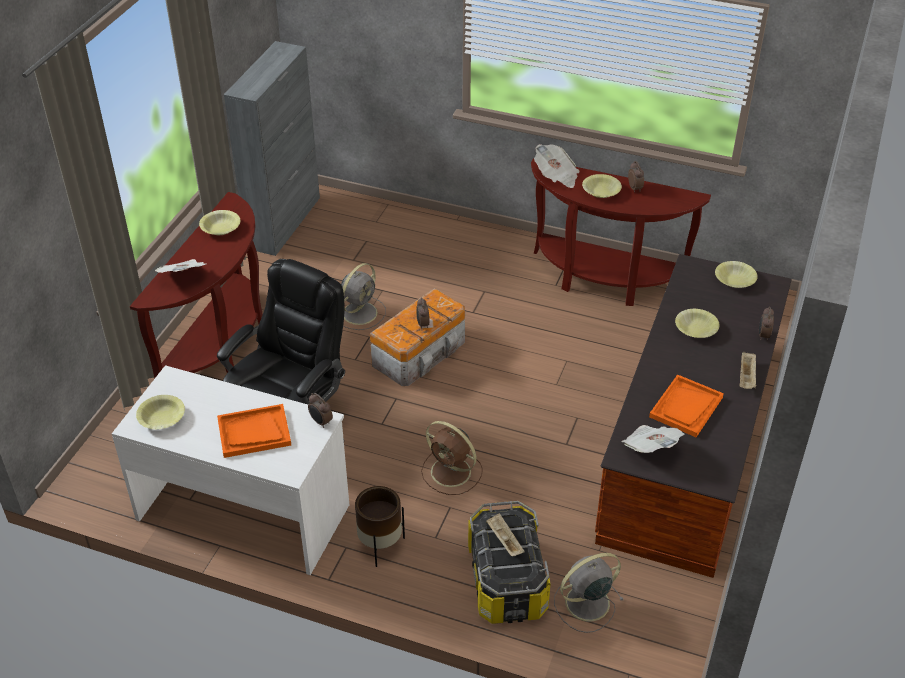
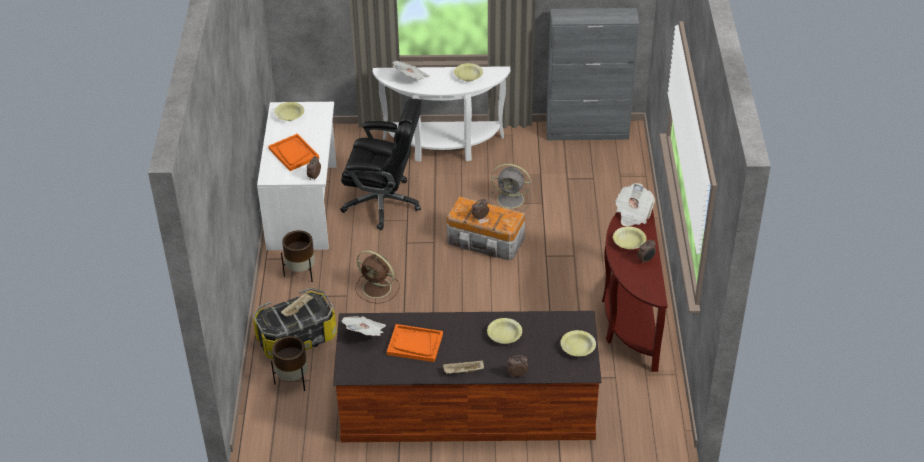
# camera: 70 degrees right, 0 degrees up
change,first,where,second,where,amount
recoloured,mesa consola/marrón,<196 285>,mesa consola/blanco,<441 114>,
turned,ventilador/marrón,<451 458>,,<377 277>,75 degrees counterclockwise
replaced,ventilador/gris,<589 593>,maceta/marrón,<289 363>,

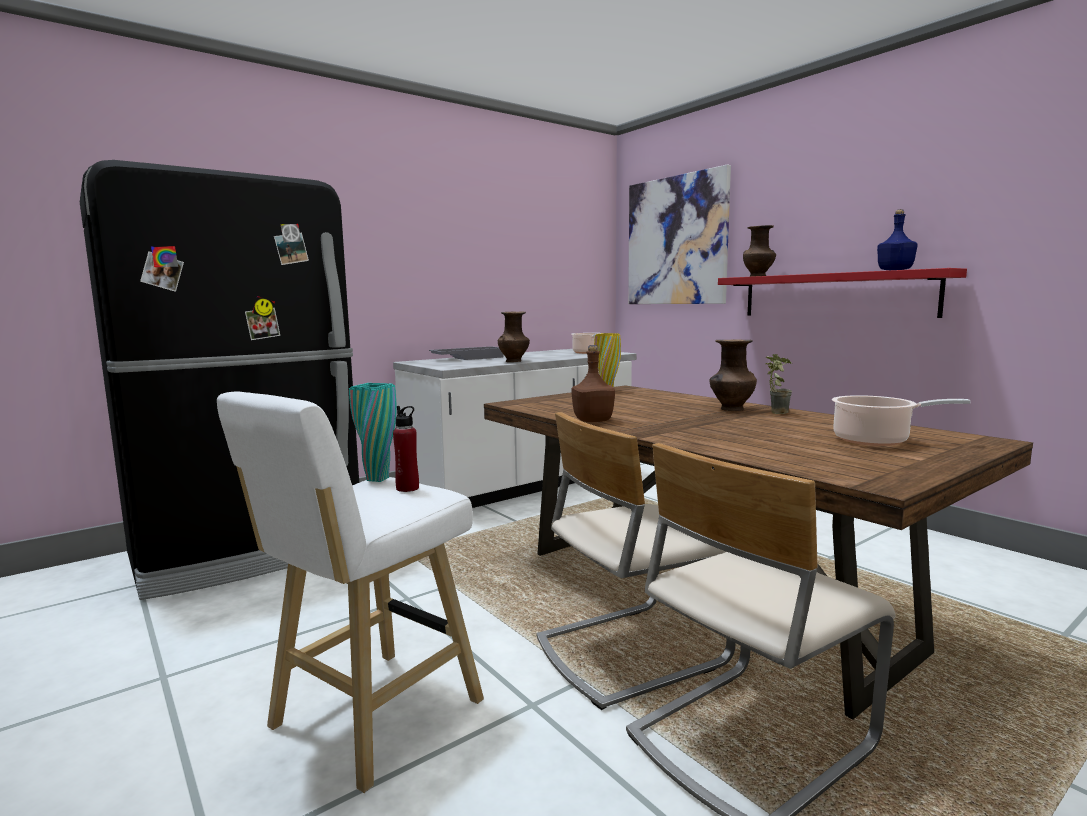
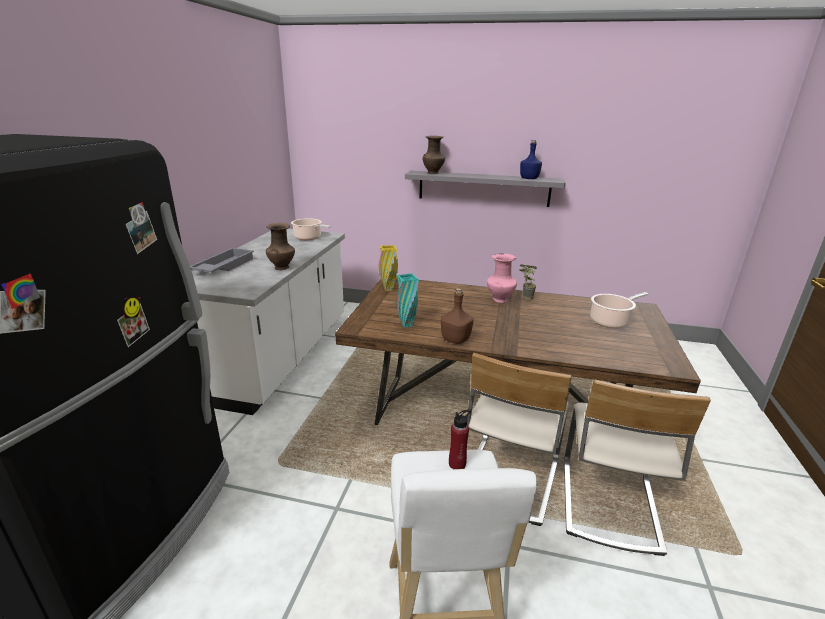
# camera: 40 degrees left, 15 degrees up
change,first,where,second,where,amount
removed,cuadro,<679 234>,,,
recoloured,estante/rojo,<842 293>,estante/gris,<485 189>,
recoloured,florero/marrón,<733 375>,florero/rosa,<502 278>,
moved,florero/turquesa,<372 432>,,<408 300>,

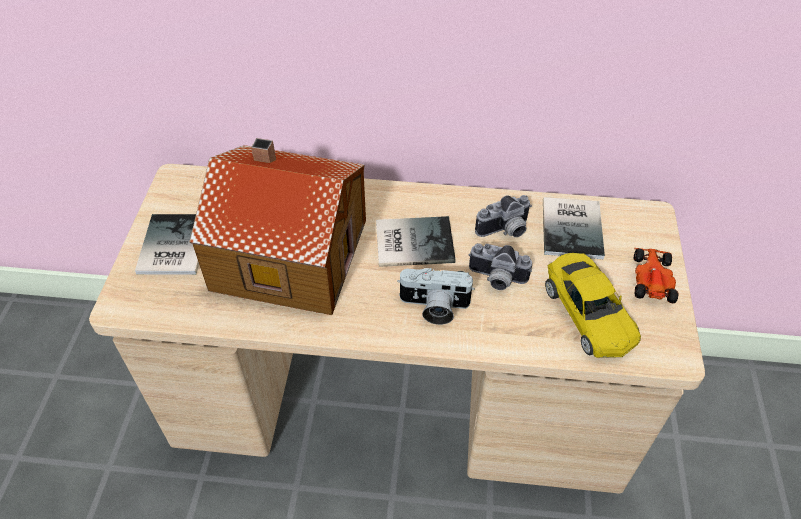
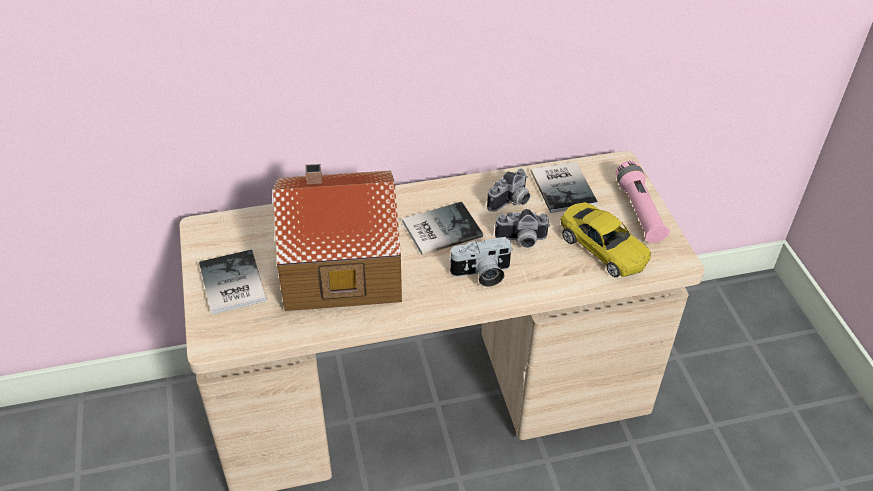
# camera: 20 degrees left, 5 degrees down
change,first,where,second,where,amount
replaced,coche de juguete,<656 275>,linterna/rosa,<643 202>,

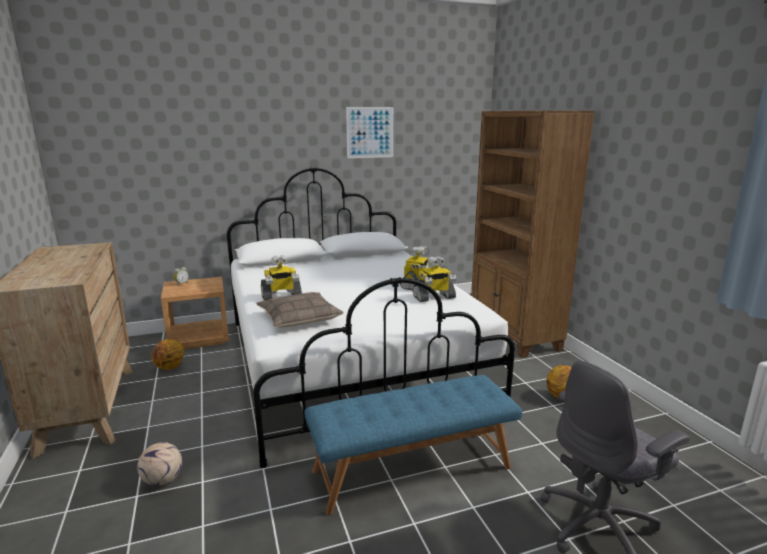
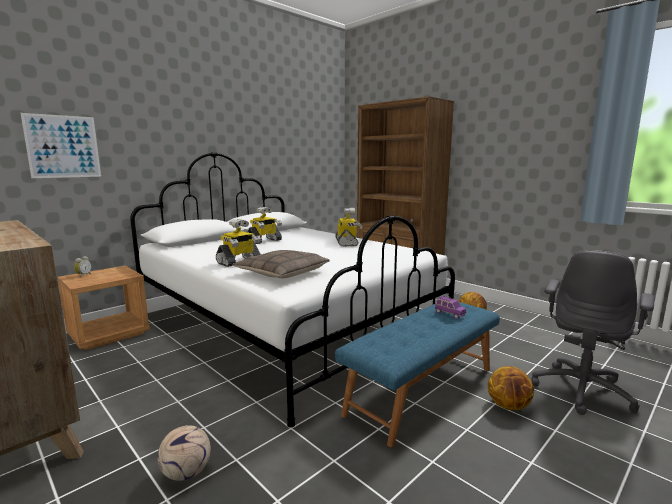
# camera: 25 degrees left, 5 degrees down
change,first,where,second,where,amount
moved,cuadro,<369 132>,,<61 145>,
moved,robot de juguete,<435 279>,,<265 225>,
moved,balón de baloncesto,<167 354>,,<511 388>,
added,,,coche de juguete/morado,<450 307>,

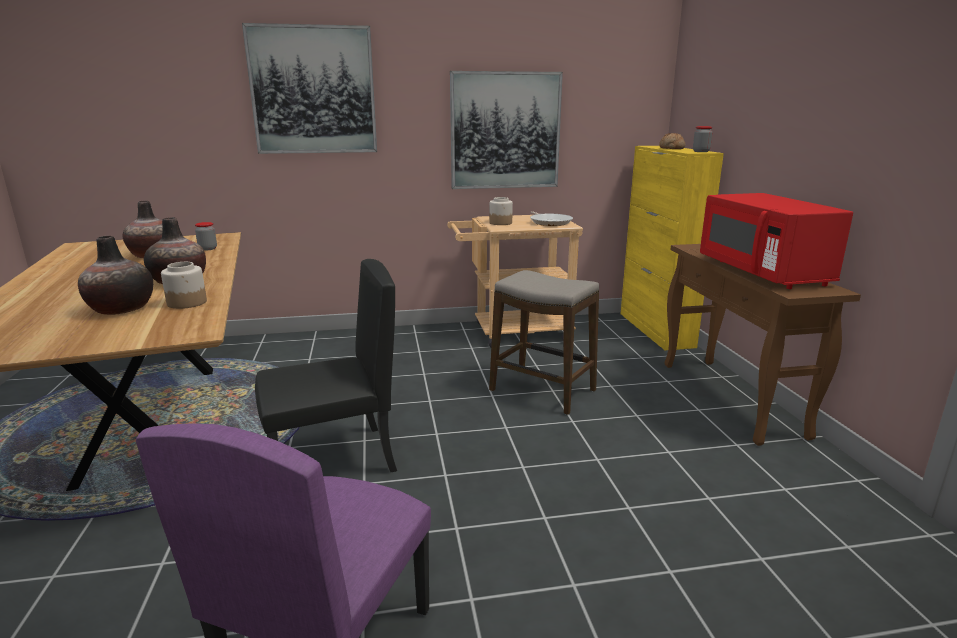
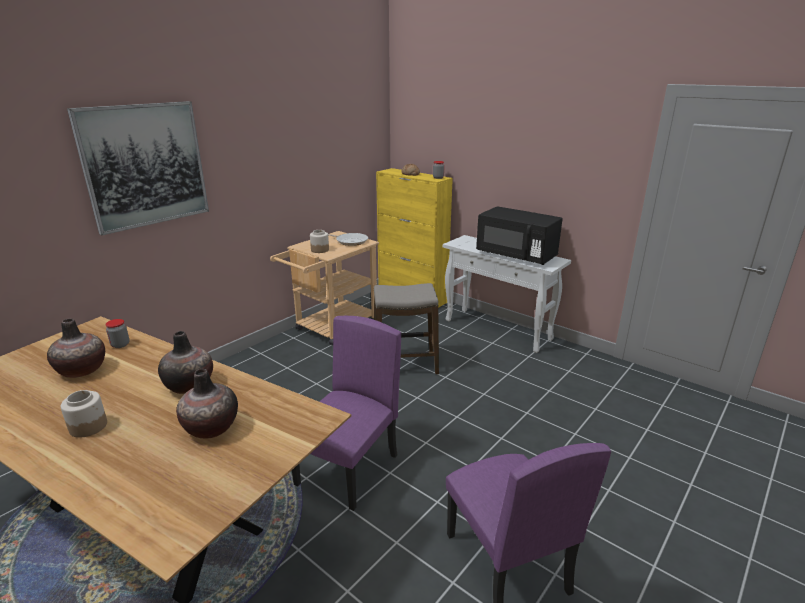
# camera: 40 degrees left, 5 degrees up
change,first,where,second,where,amount
removed,cuadro,<506 130>,,,
recoloured,microondas/rojo,<776 241>,microondas/negro,<519 235>,
recoloured,mesa consola/marrón,<763 345>,mesa consola/blanco,<507 294>,
recoloured,silla/negro,<326 365>,silla/morado,<346 413>,
moved,tarro,<184 285>,,<84 414>,

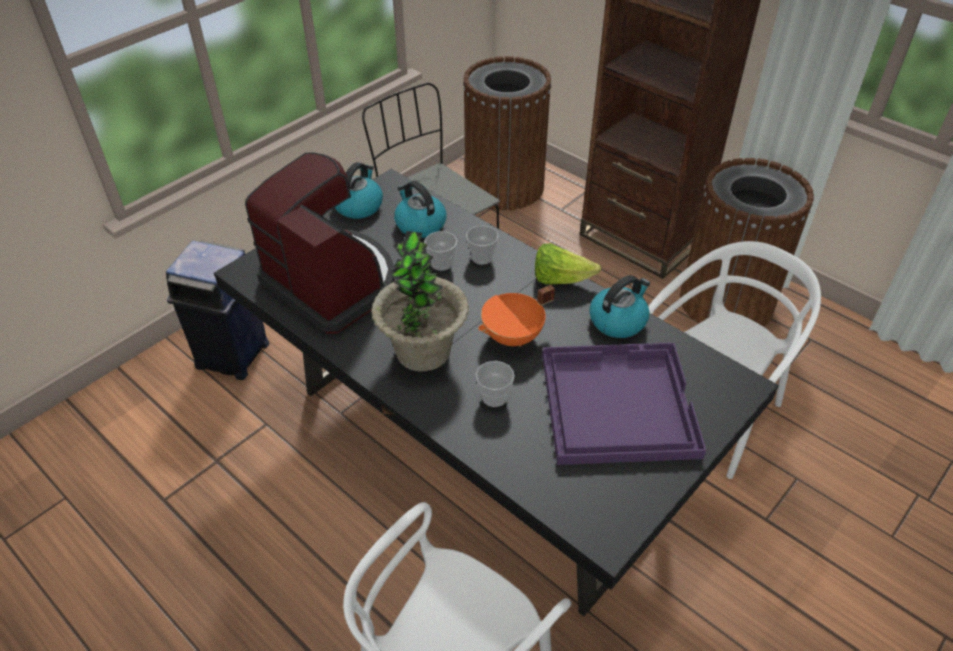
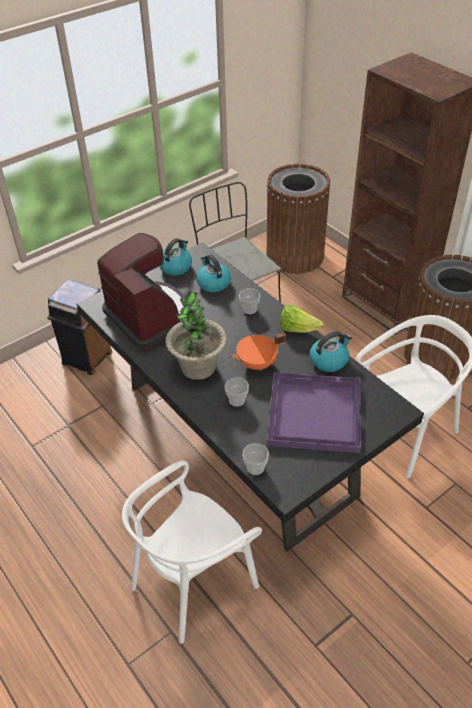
# camera: 10 degrees right, 0 degrees up
change,first,where,second,where,amount
moved,taza,<441 251>,,<255 459>,
recoloured,papelera/azul,<217 310>,papelera/marrón,<79 327>,

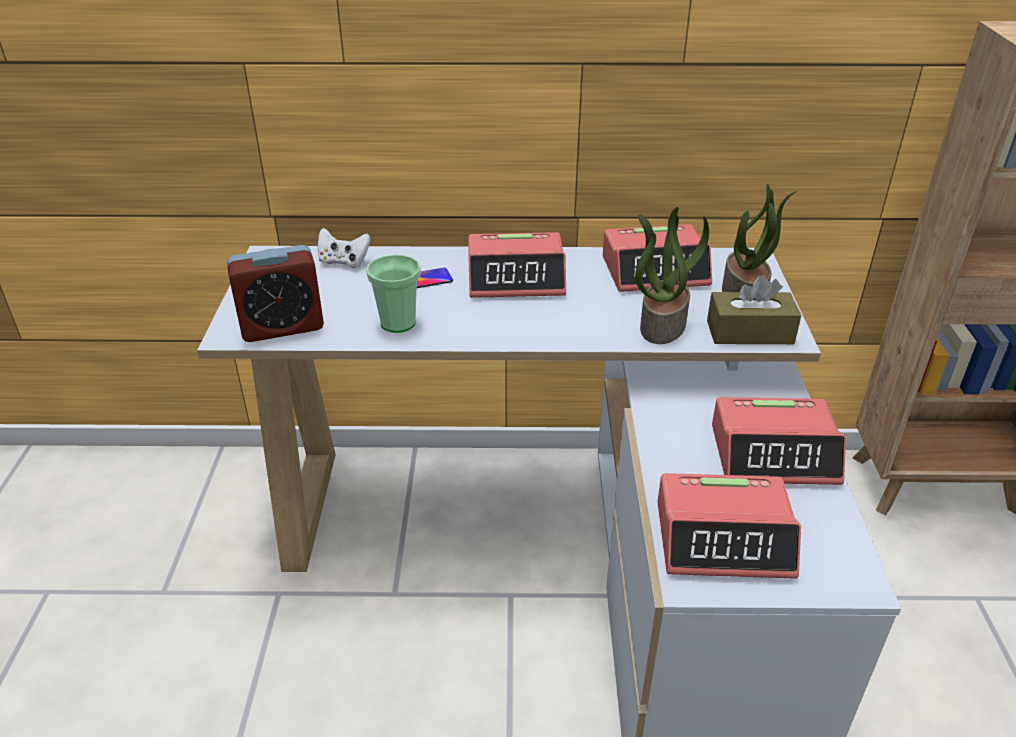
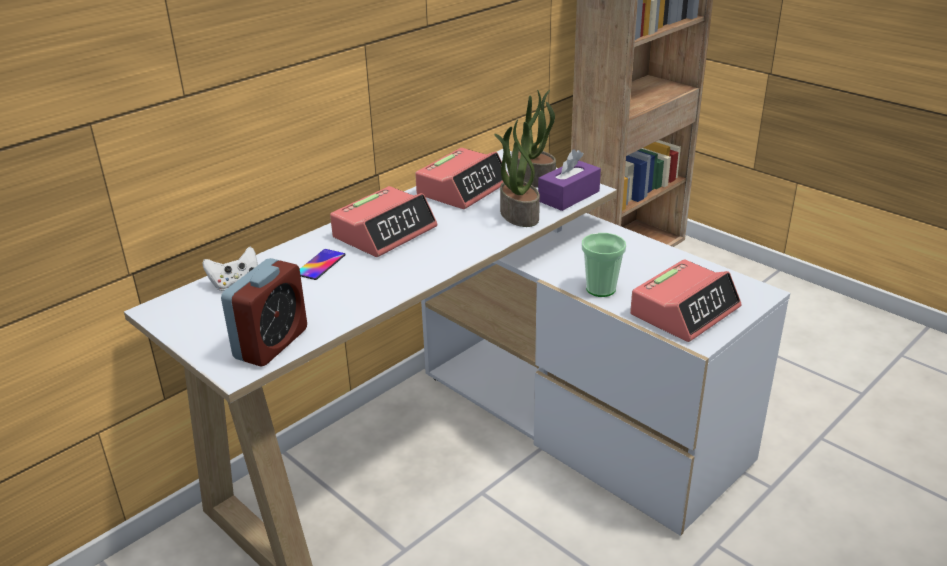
# camera: 45 degrees left, 5 degrees down
change,first,where,second,where,amount
moved,taza,<393 294>,,<604 265>,
recoloured,caja de pañuelos/marrón,<754 309>,caja de pañuelos/morado,<569 180>,
removed,despertador,<779 441>,,,

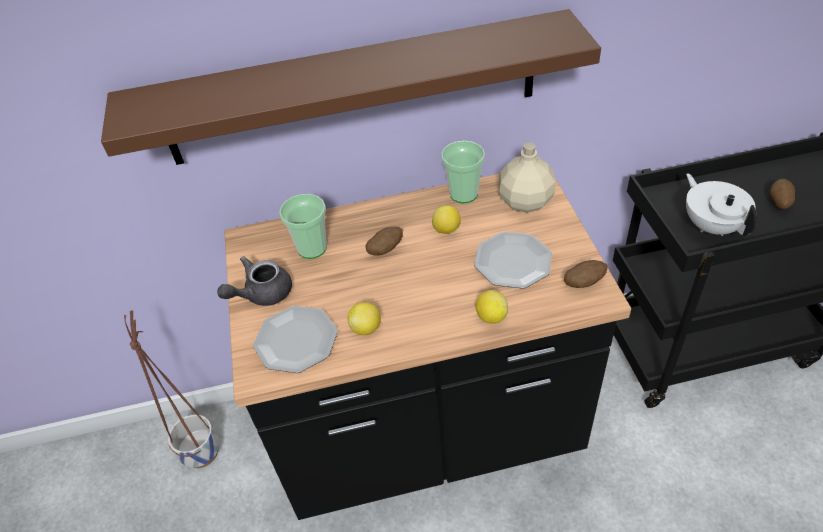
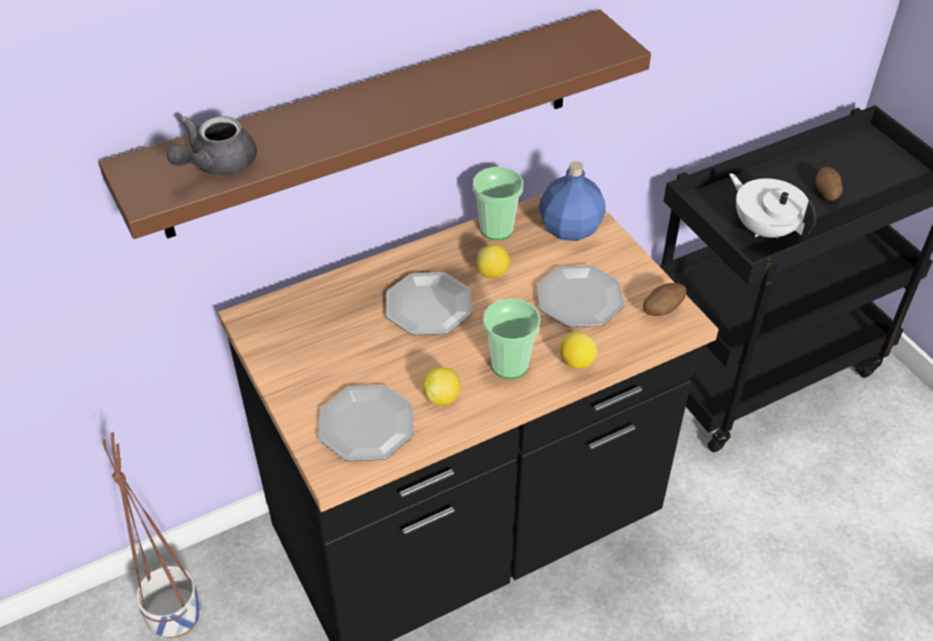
# camera: 20 degrees left, 0 degrees up
change,first,where,second,where,amount
recoloured,botella/beis,<527 177>,botella/azul,<572 201>,
moved,taza,<303 226>,,<512 338>,
replaced,patata,<384 241>,plato,<429 303>,
moved,tetera/gris,<254 281>,,<212 146>,

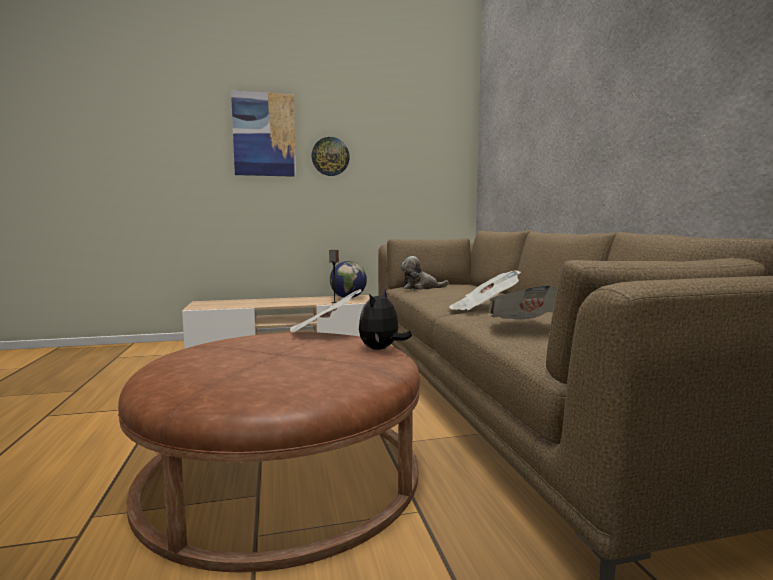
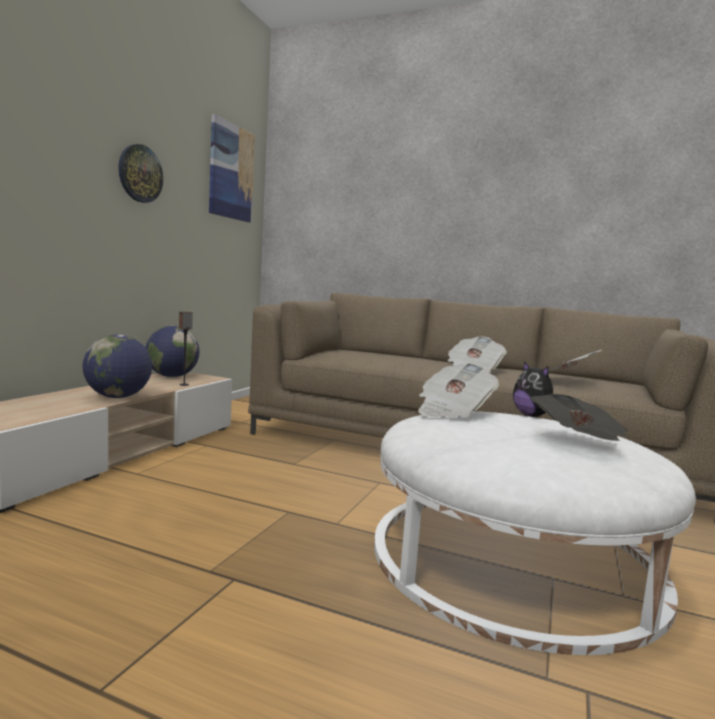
# camera: 55 degrees left, 0 degrees up
change,first,where,second,where,amount
moved,cuadro,<263 134>,,<232 168>,
removed,peluche,<424 273>,,,
recoloured,puf/marrón,<269 452>,puf/blanco,<535 533>,
added,,,globo terráqueo,<117 366>,
added,,,periódico,<579 417>,

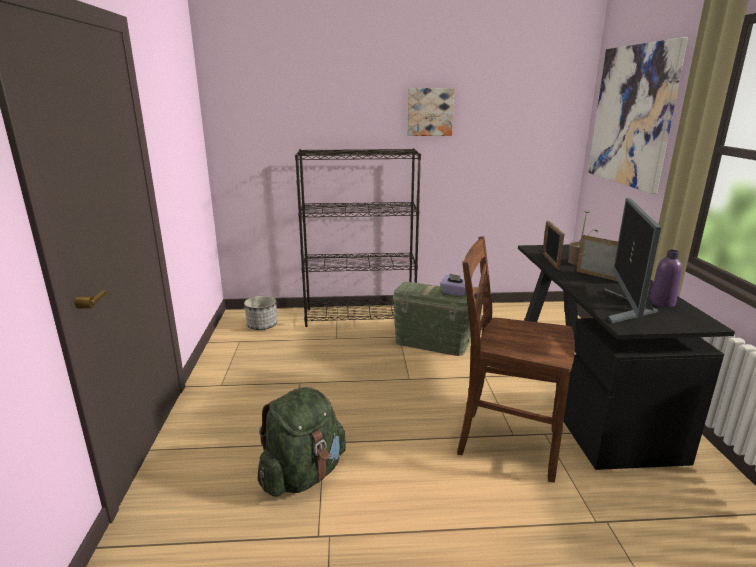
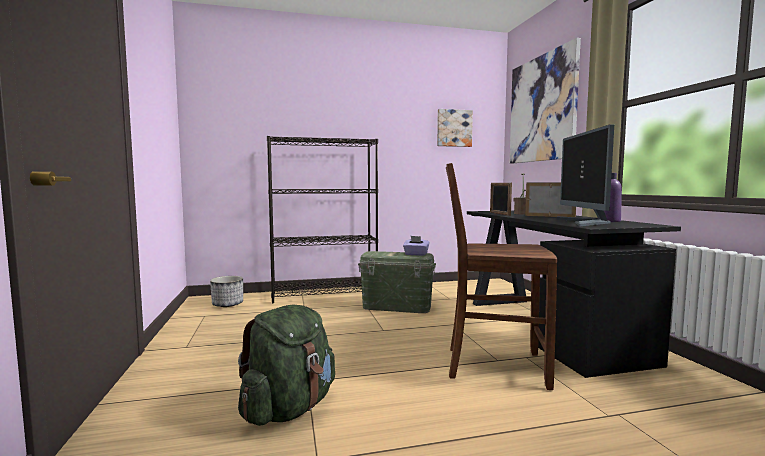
# camera: 10 degrees left, 15 degrees down
change,first,where,second,where,amount
moved,cuadro,<430 112>,,<455 128>,

